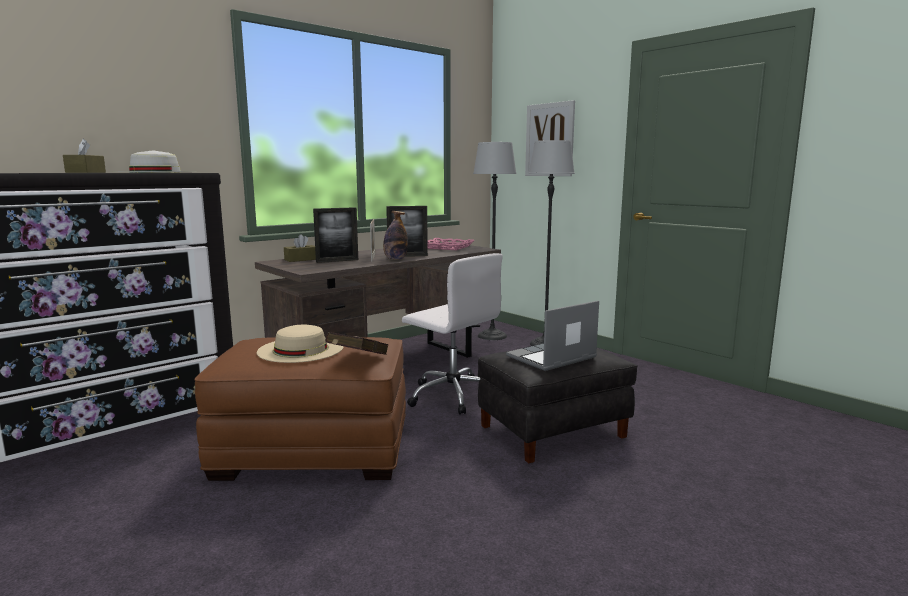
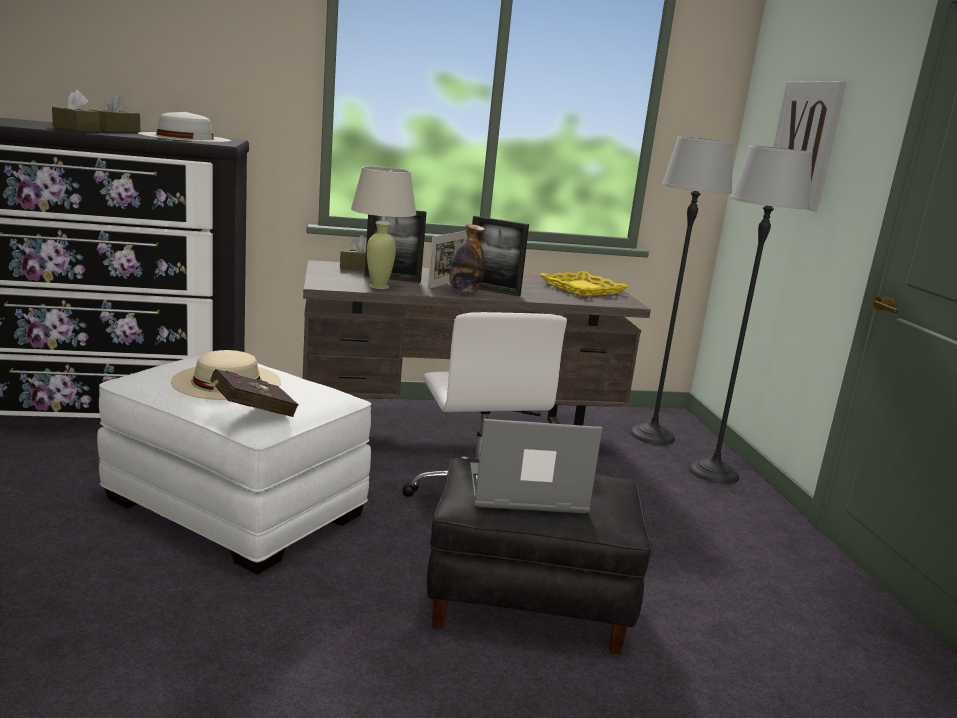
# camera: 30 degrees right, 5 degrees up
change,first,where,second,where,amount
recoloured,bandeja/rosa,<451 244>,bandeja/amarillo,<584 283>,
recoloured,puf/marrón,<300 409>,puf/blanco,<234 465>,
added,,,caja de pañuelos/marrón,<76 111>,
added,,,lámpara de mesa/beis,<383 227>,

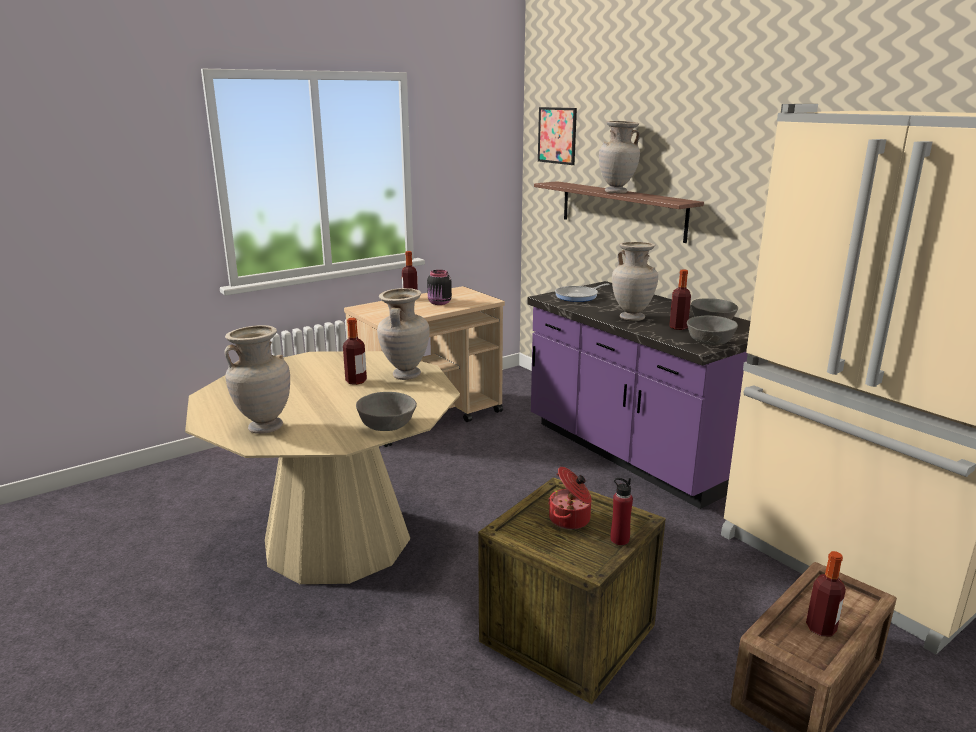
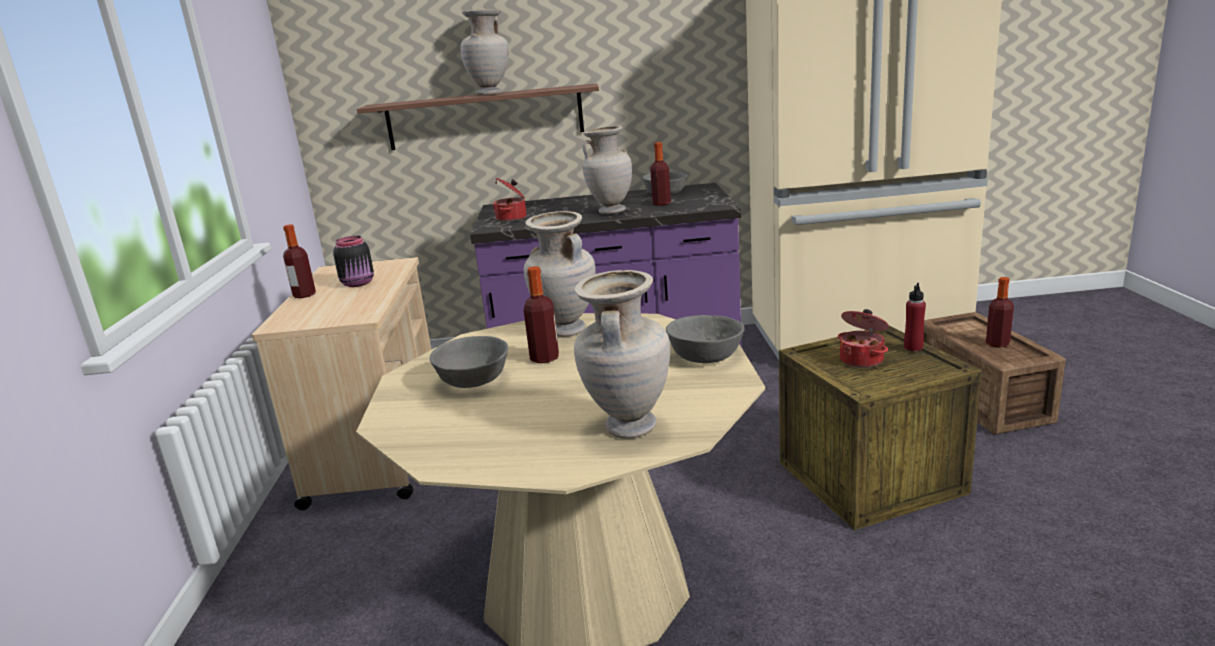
# camera: 55 degrees left, 0 degrees up
change,first,where,second,where,amount
removed,cuadro,<557 136>,,,
replaced,sartén,<582 292>,olla,<509 200>,
moved,cuenco/gris,<712 330>,,<469 362>,

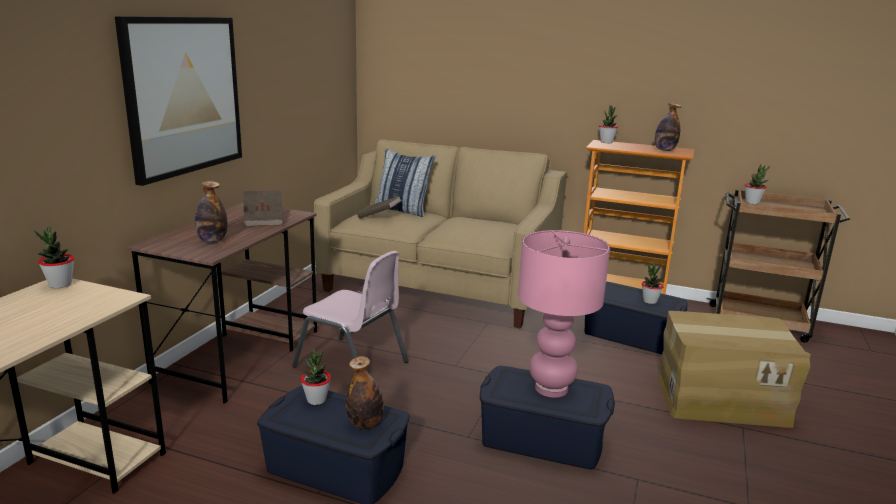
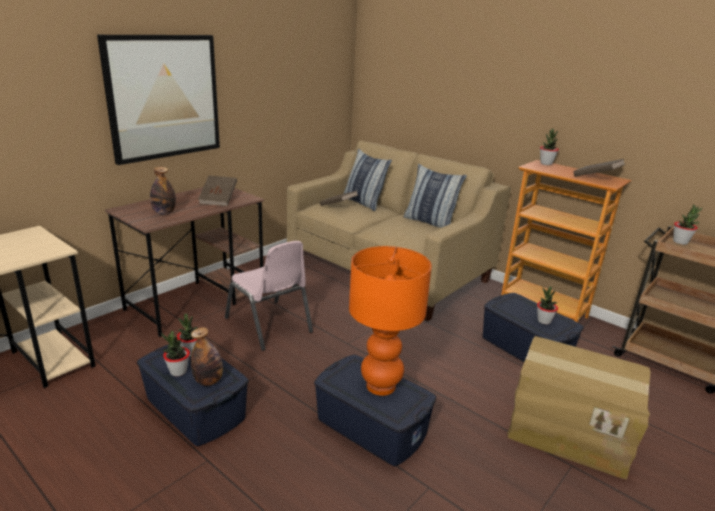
# camera: 20 degrees right, 5 degrees up
change,first,where,second,where,amount
replaced,botella,<667 127>,libro/marrón,<599 168>,
moved,planta en maceta,<54 257>,,<175 353>,
recoloured,lámpara de mesa/rosa,<564 314>,lámpara de mesa/naranja,<390 321>,
added,,,cojín,<435 196>,

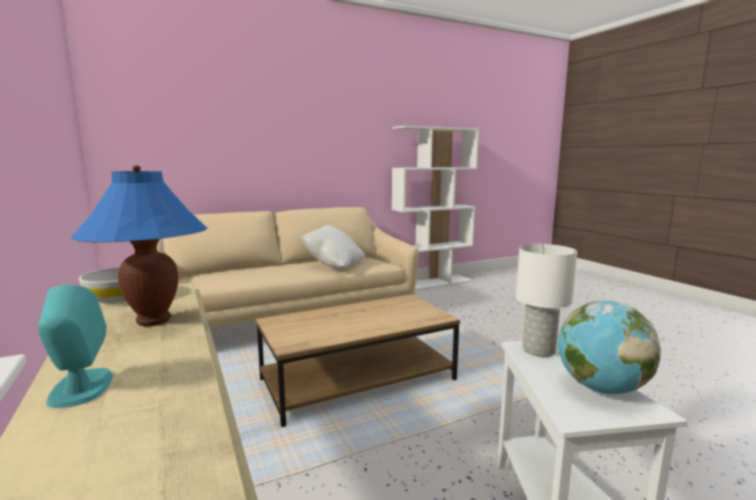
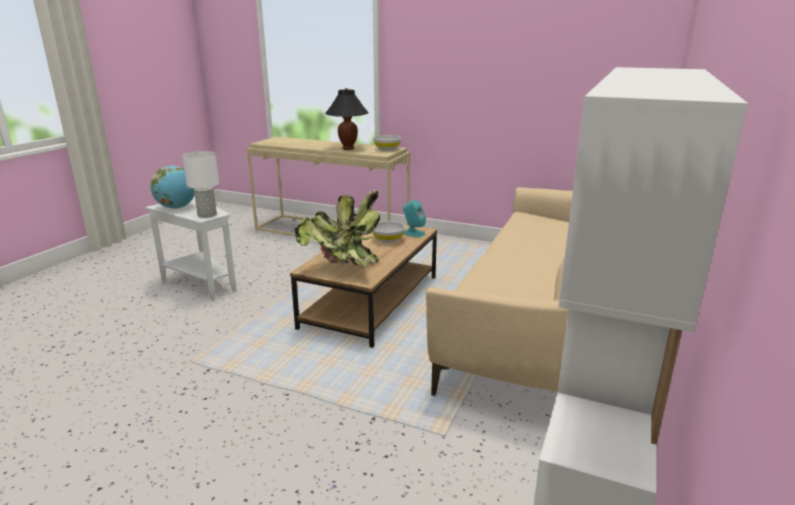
# camera: 140 degrees right, 10 degrees up
change,first,where,second,where,amount
recoloured,lámpara de mesa/azul,<139 245>,lámpara de mesa/negro,<347 119>,
removed,cojín/blanco,<333 247>,,,
moved,altavoz/turquesa,<75 346>,,<414 218>,
added,,,planta en maceta,<337 229>,
added,,,cuenco/blanco,<388 232>,

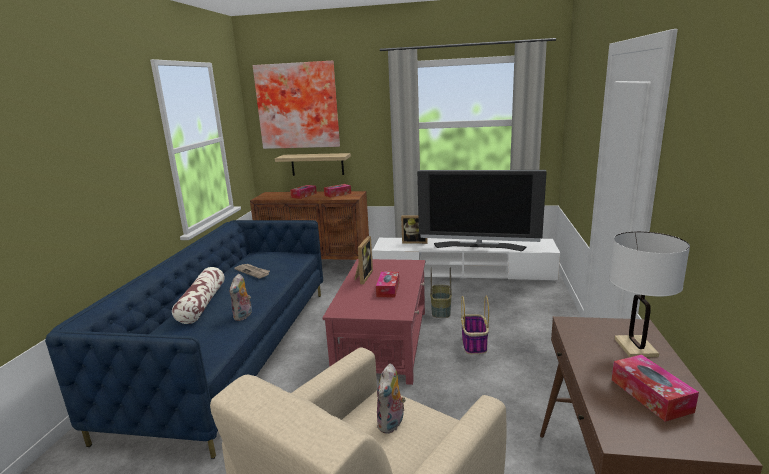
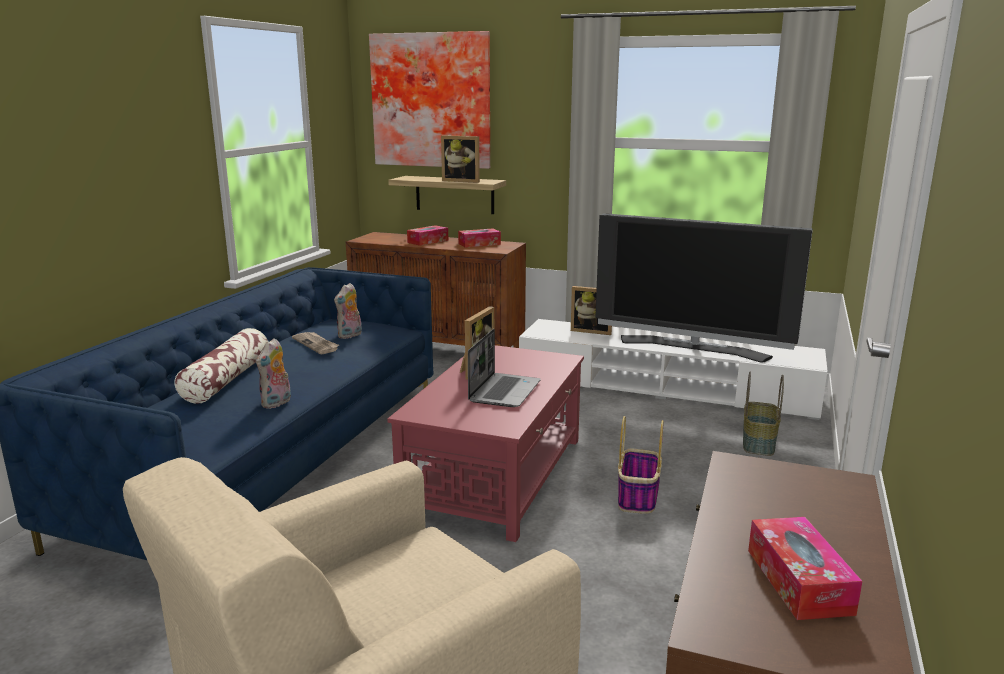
# camera: 10 degrees right, 0 degrees up
change,first,where,second,where,amount
removed,lámpara de mesa/blanco,<649 294>,,,
moved,cesta,<441 292>,,<763 414>,
replaced,caja de pañuelos,<387 285>,portátil,<504 368>,
moved,peluche,<391 399>,,<348 311>,
added,,,portarretratos,<460 159>,

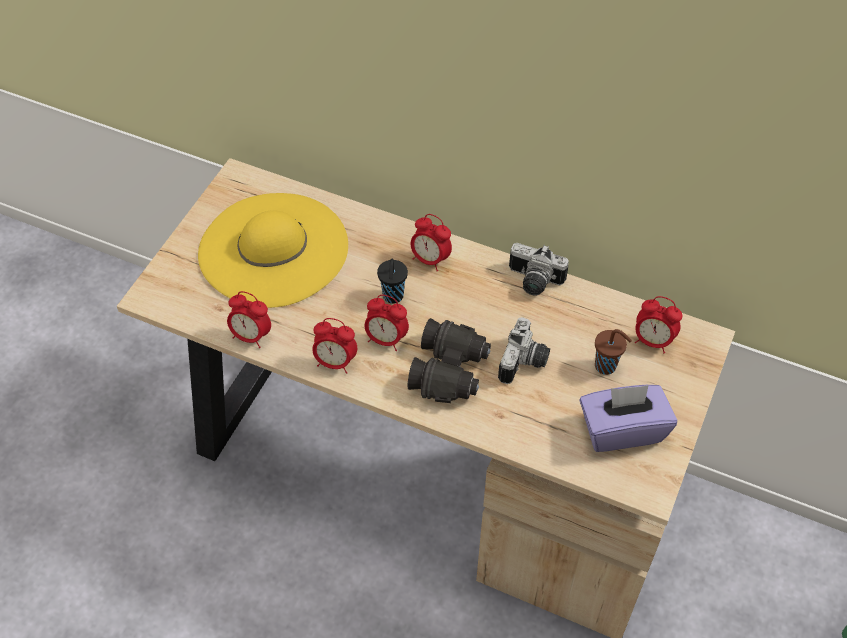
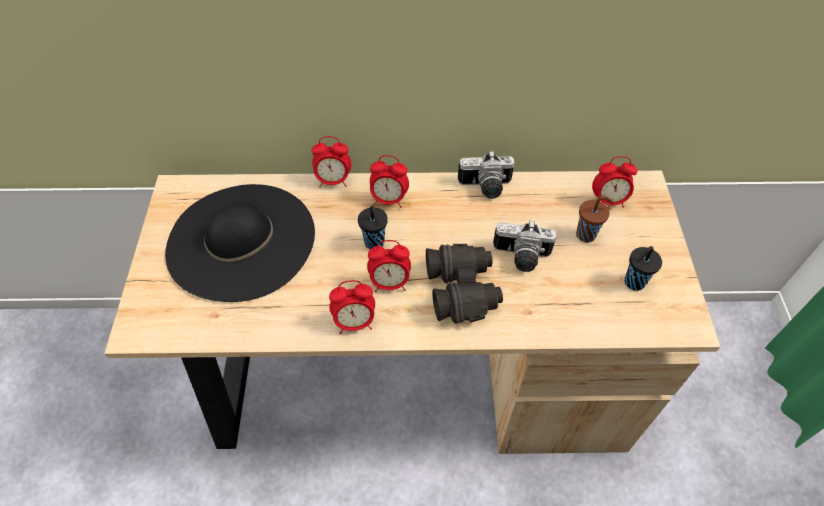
# camera: 25 degrees left, 0 degrees up
change,first,where,second,where,amount
recoloured,sombrero/amarillo,<273 250>,sombrero/negro,<240 243>,
moved,despertador,<249 319>,,<331 161>,
turned,cámara,<524 350>,,<524 246>,105 degrees clockwise
replaced,caja de pañuelos/morado,<628 418>,taza/negro,<643 268>,

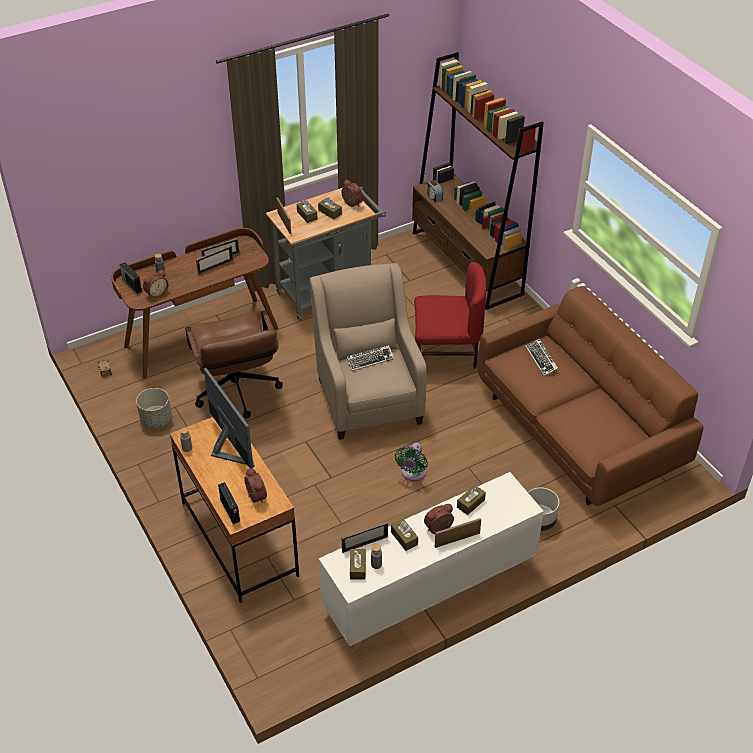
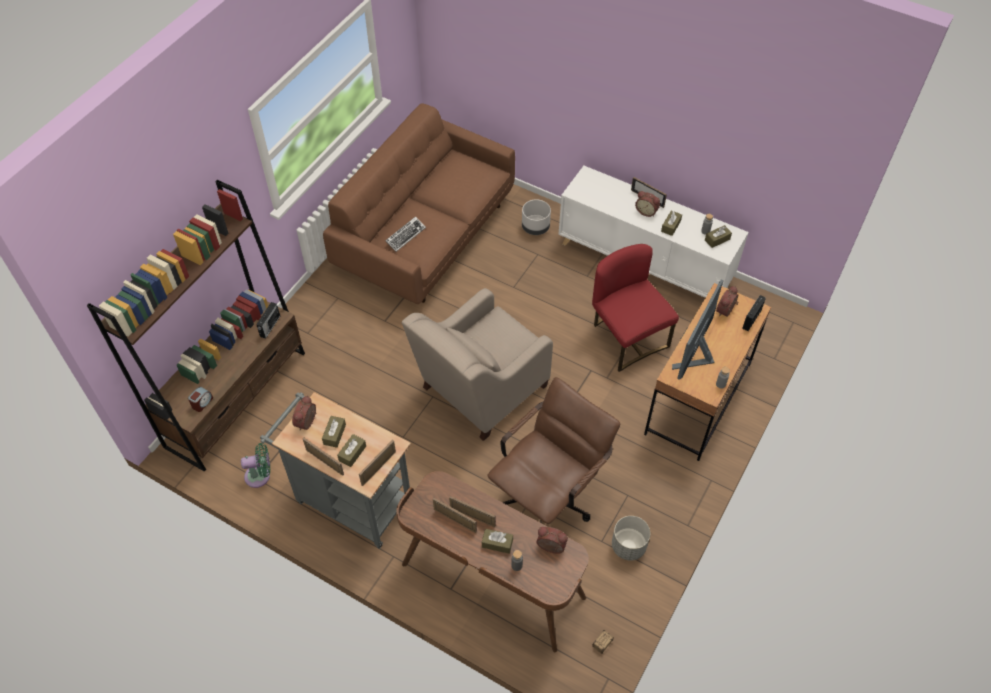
# camera: 120 degrees left, 10 degrees up
change,first,where,second,where,amount
moved,radio,<130 278>,,<268 320>,
moved,silla/rojo,<450 315>,,<635 308>,
removed,teclado,<370 358>,,,
moved,ventilador/verde,<411 461>,,<255 465>,
moved,caja de pañuelos/marrón,<471 500>,,<497 541>,
moved,portarretratos,<364 537>,,<323 457>,

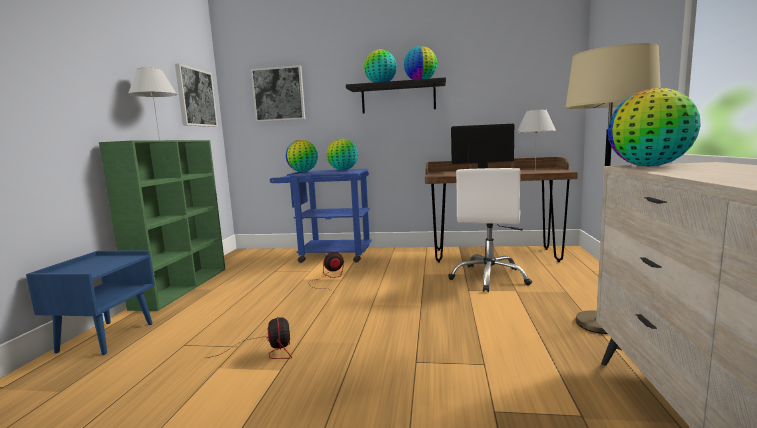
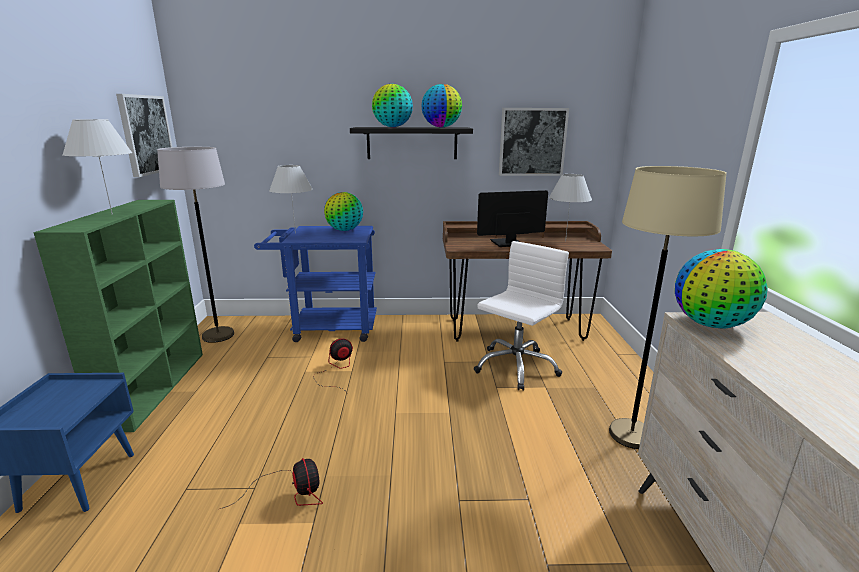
# camera: 10 degrees left, 10 degrees up
change,first,where,second,where,amount
moved,cuadro,<277 93>,,<534 142>,
replaced,globo terráqueo,<302 156>,lámpara de mesa/blanco,<291 199>,
turned,silla de oficina/blanco,<490 230>,,<521 316>,150 degrees counterclockwise
added,,,lámpara de pie/gris,<195 245>,

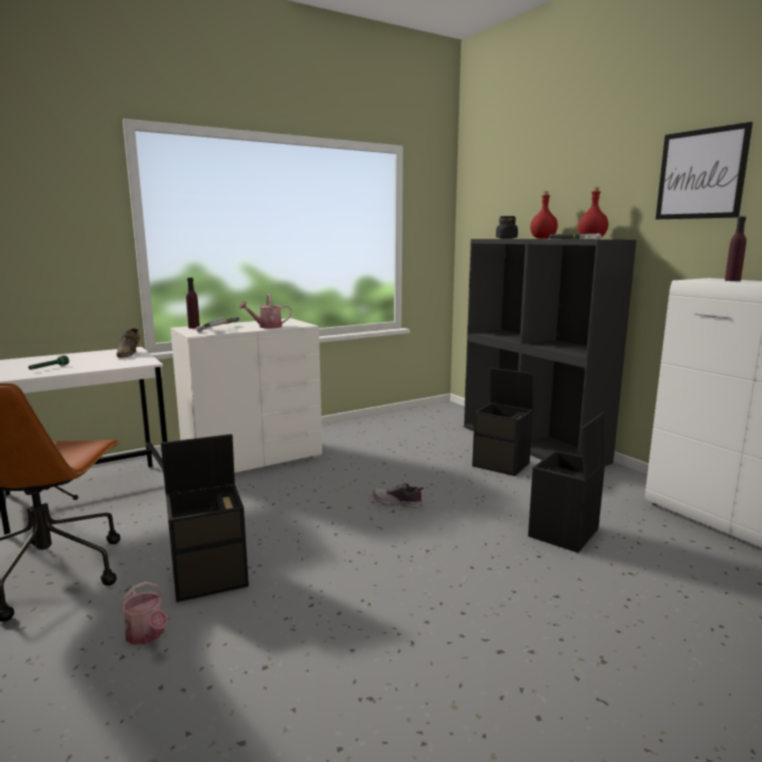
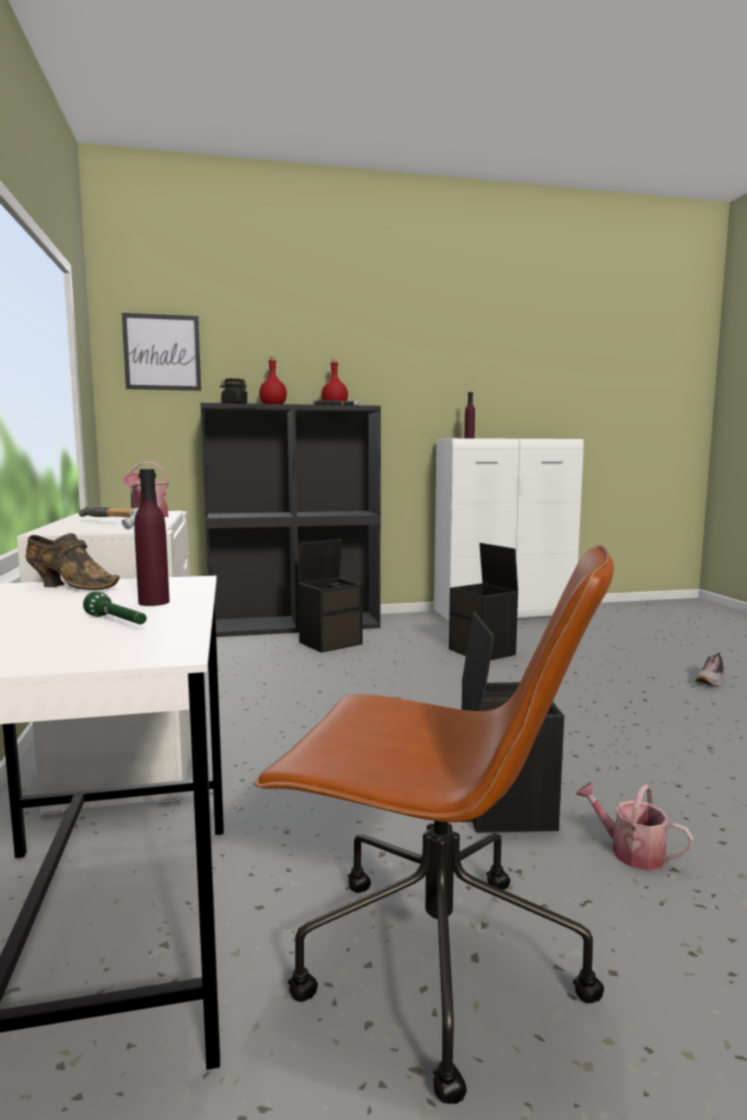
# camera: 70 degrees left, 5 degrees down
change,first,where,second,where,amount
moved,cuadro,<704 171>,,<161 352>,
moved,botella/morado,<193 303>,,<152 537>,
moved,zapato,<398 495>,,<709 669>,
turned,regadera,<143 613>,,<634 826>,120 degrees counterclockwise

